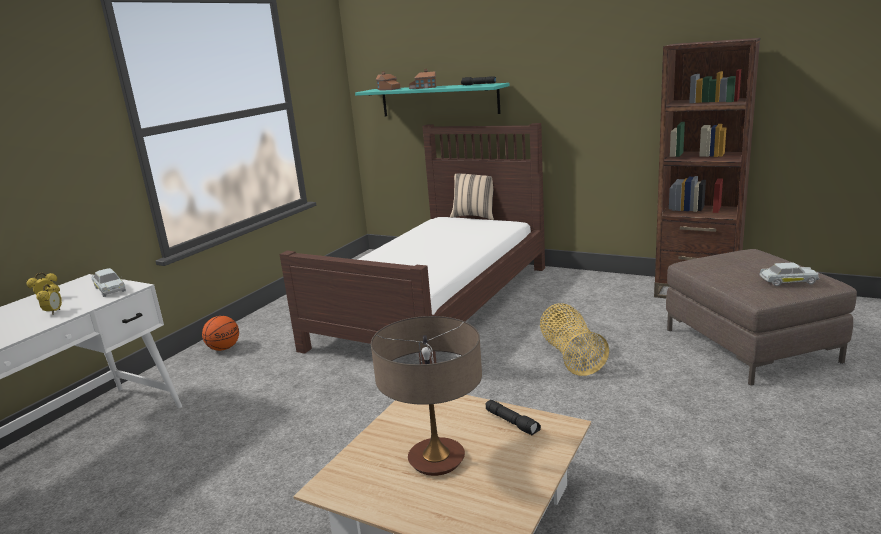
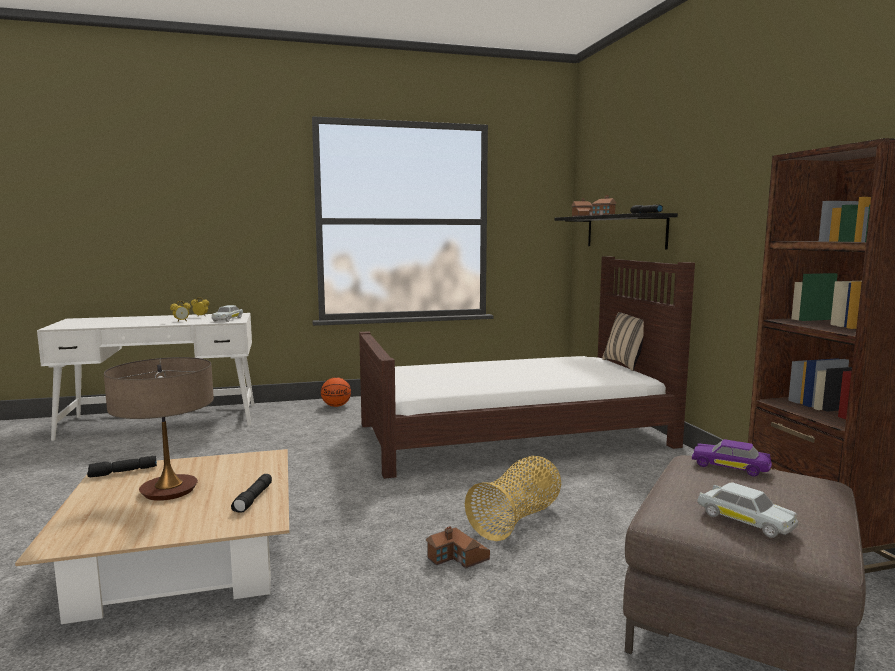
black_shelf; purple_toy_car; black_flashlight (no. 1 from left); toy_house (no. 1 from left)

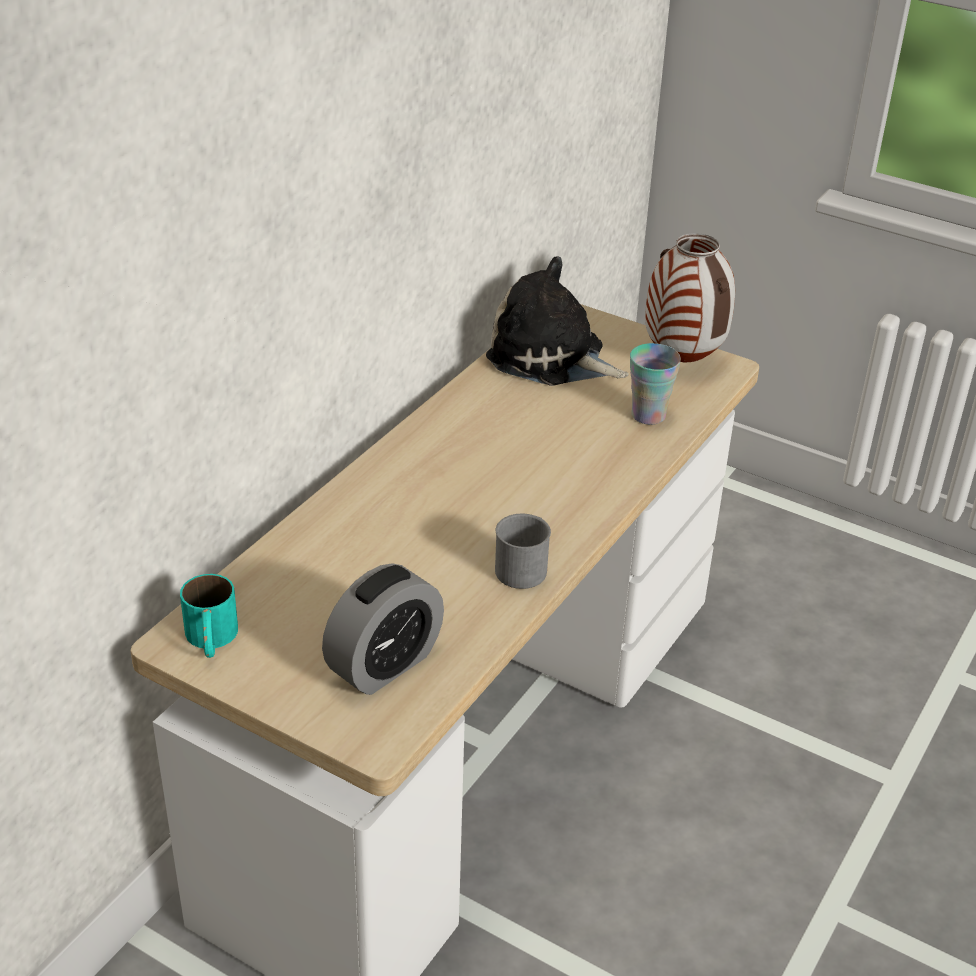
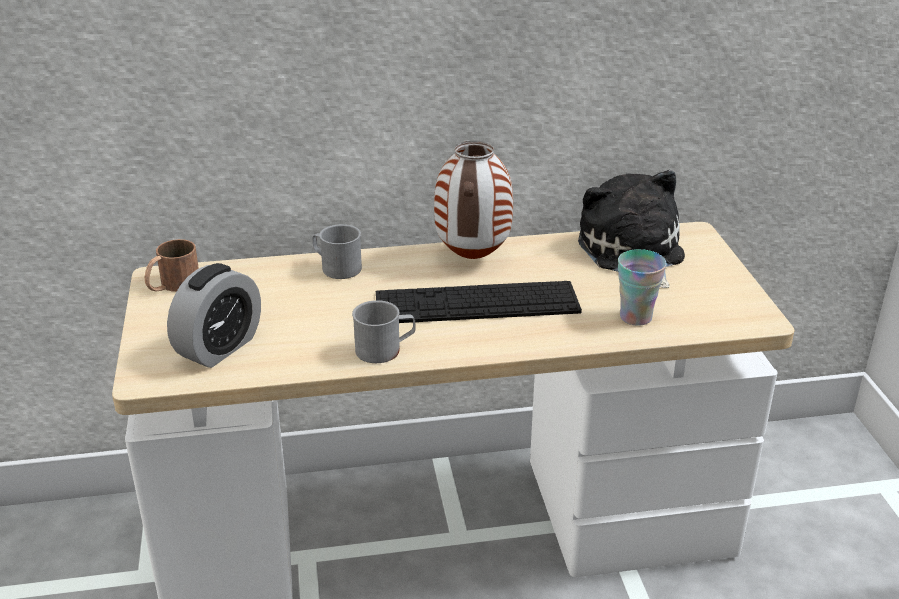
vase; alarm_clock; brown_mug; grey_mug (no. 1 from left); keyboard

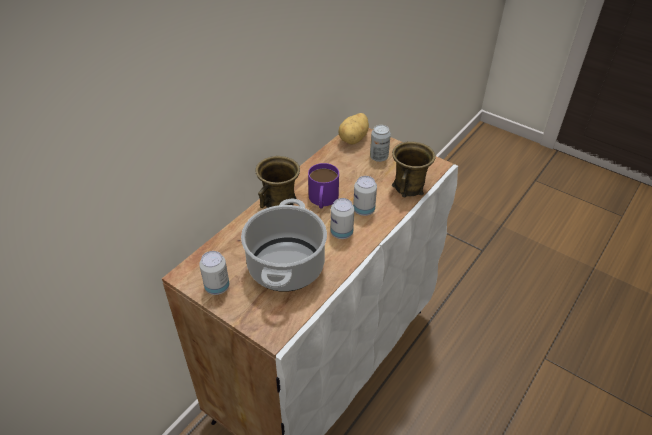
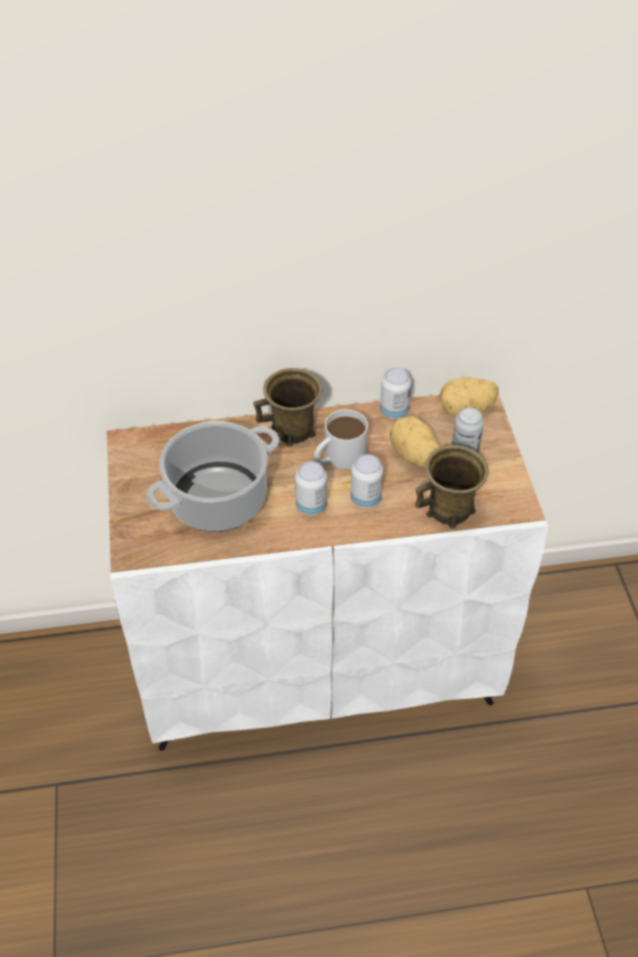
white_mug; can (no. 3 from left); potato (no. 1 from left)

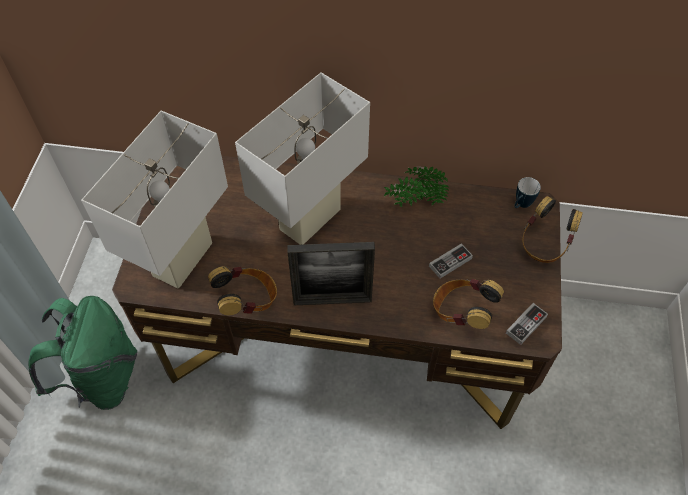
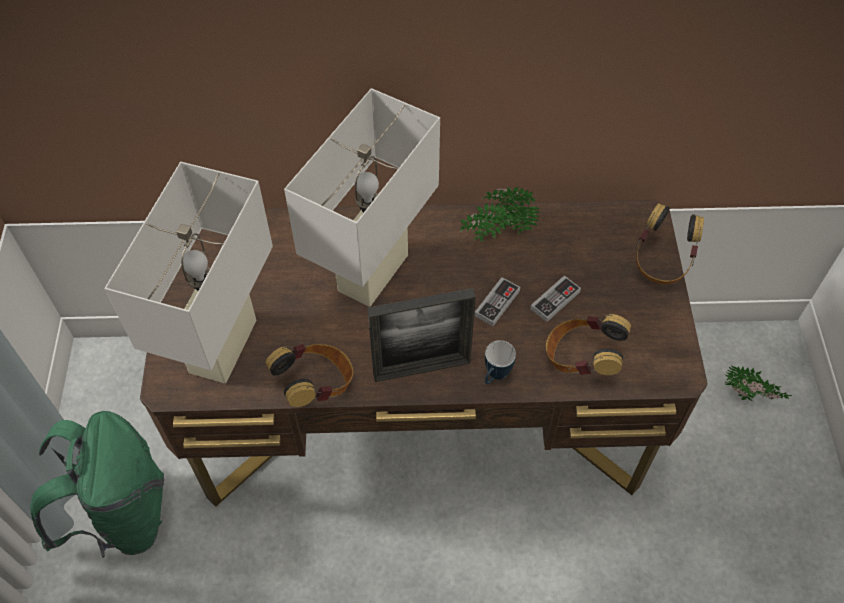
mug; game_controller (no. 1 from left); potted_plant (no. 2 from left)

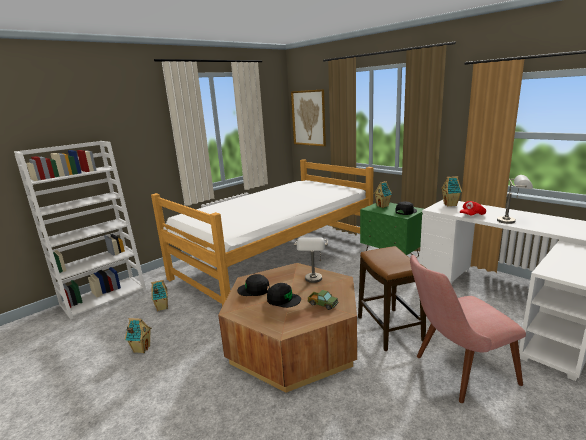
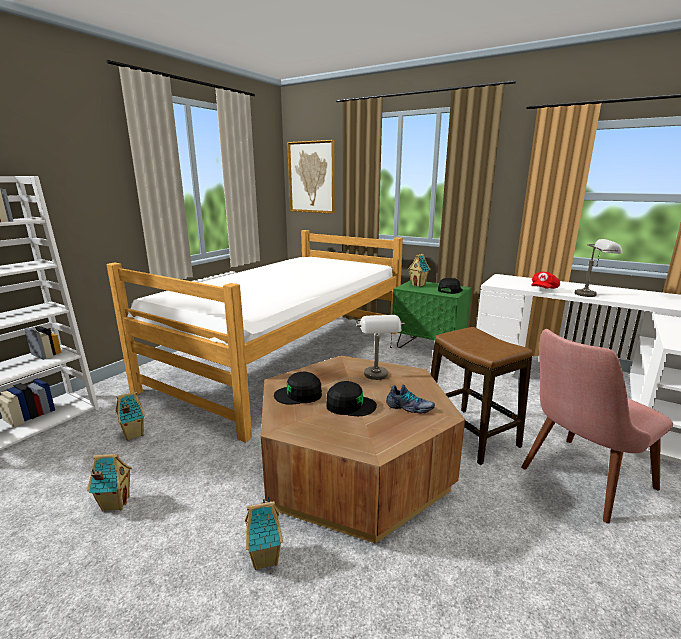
toy_house (no. 3 from left); shoe

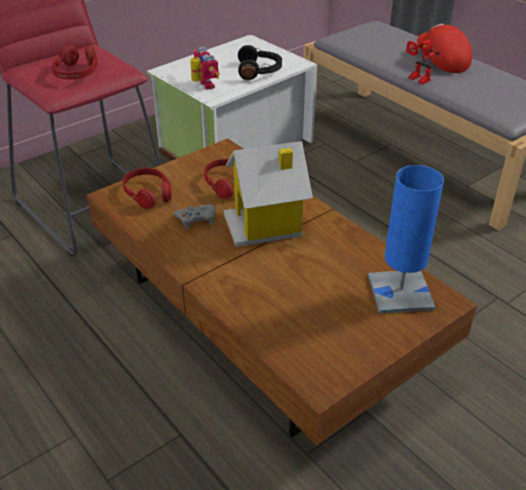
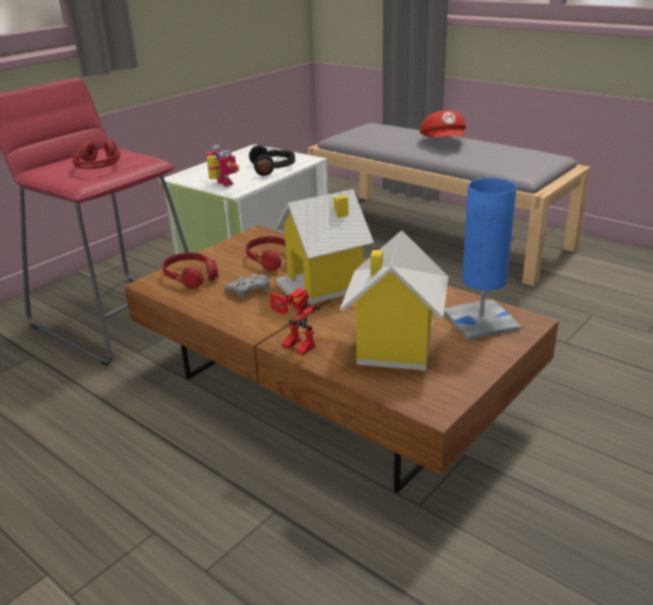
red_cap; toy_robot (no. 2 from left); toy_house (no. 2 from left)

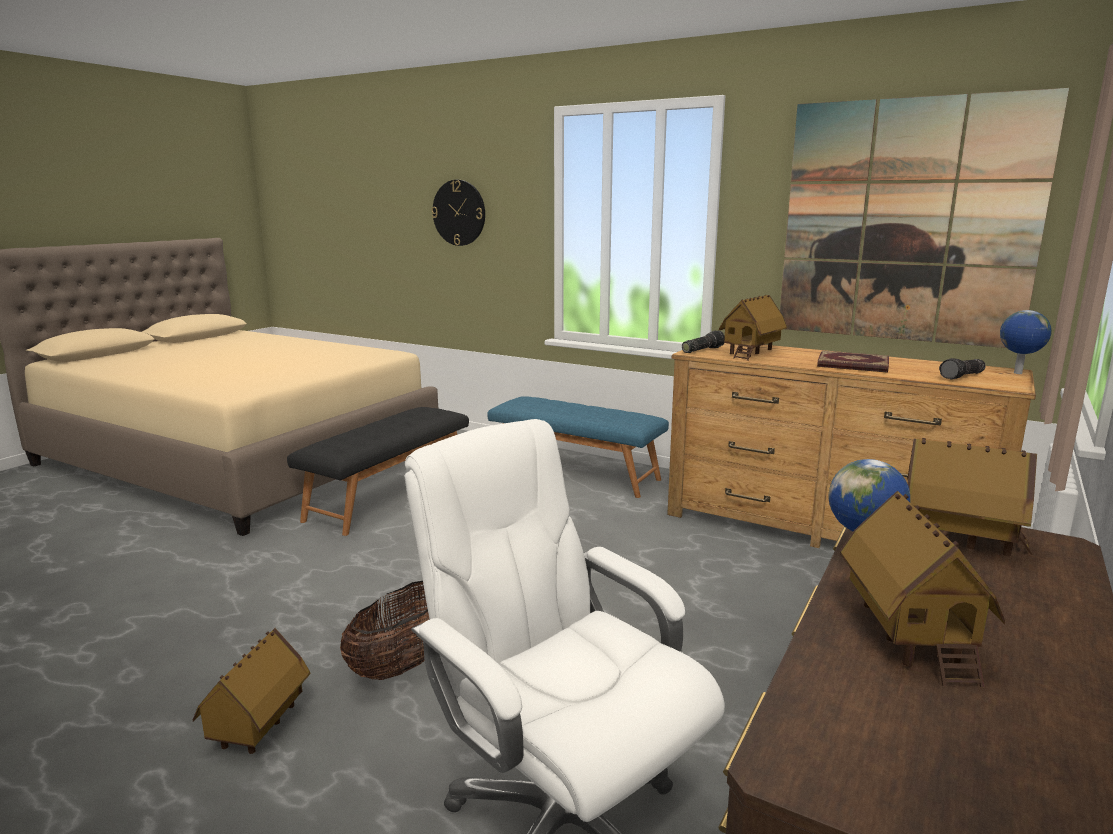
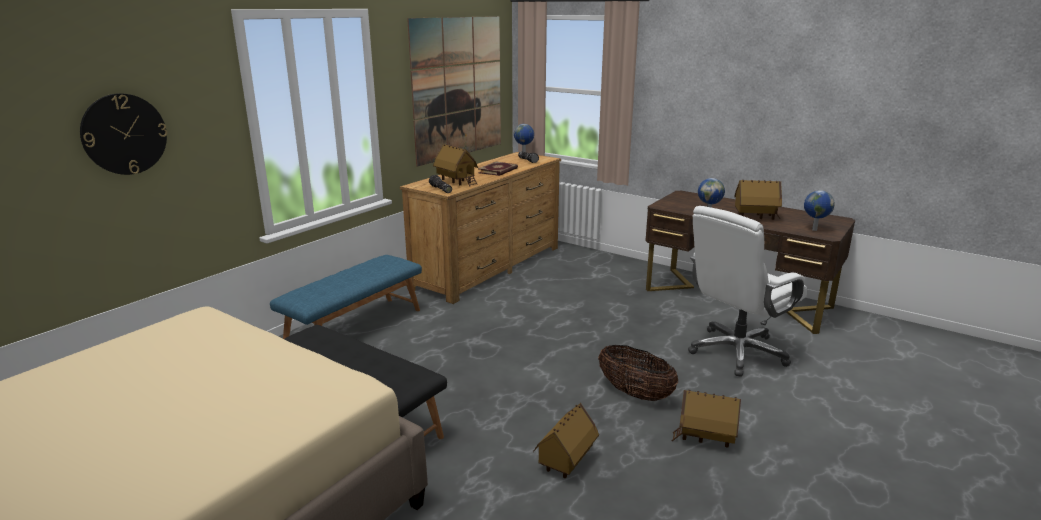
toy_house (no. 2 from left); globe (no. 3 from left)

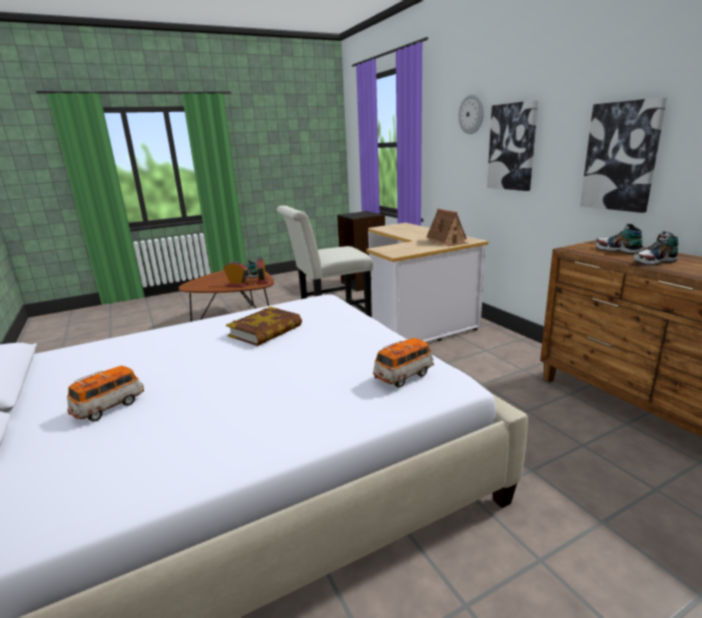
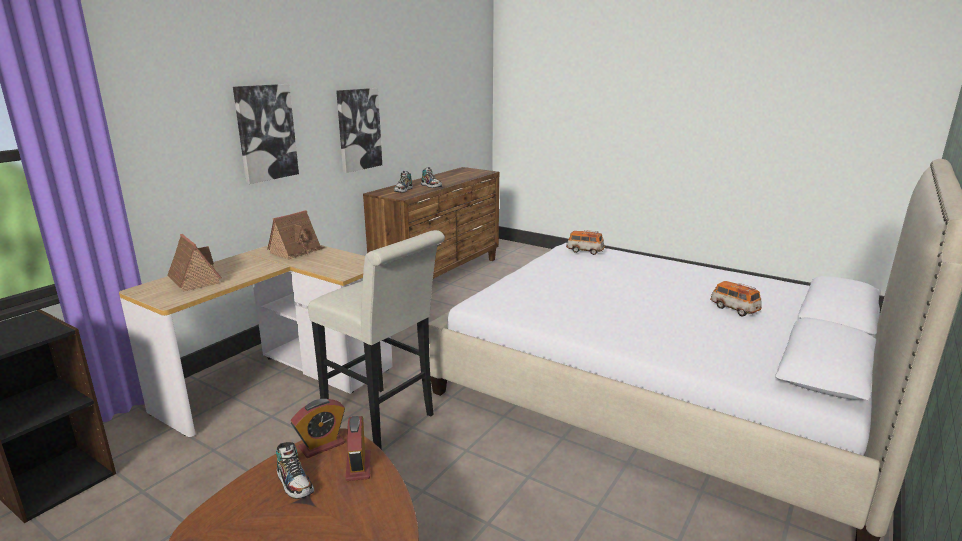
wall_clock; book; toy_car (no. 2 from left); toy_house (no. 1 from left)

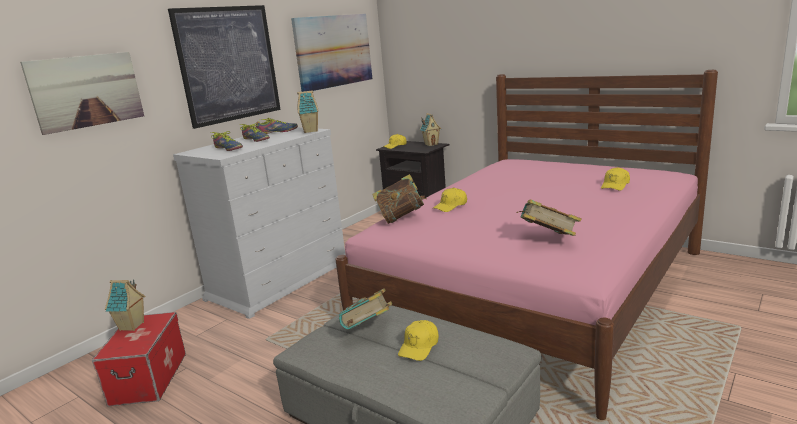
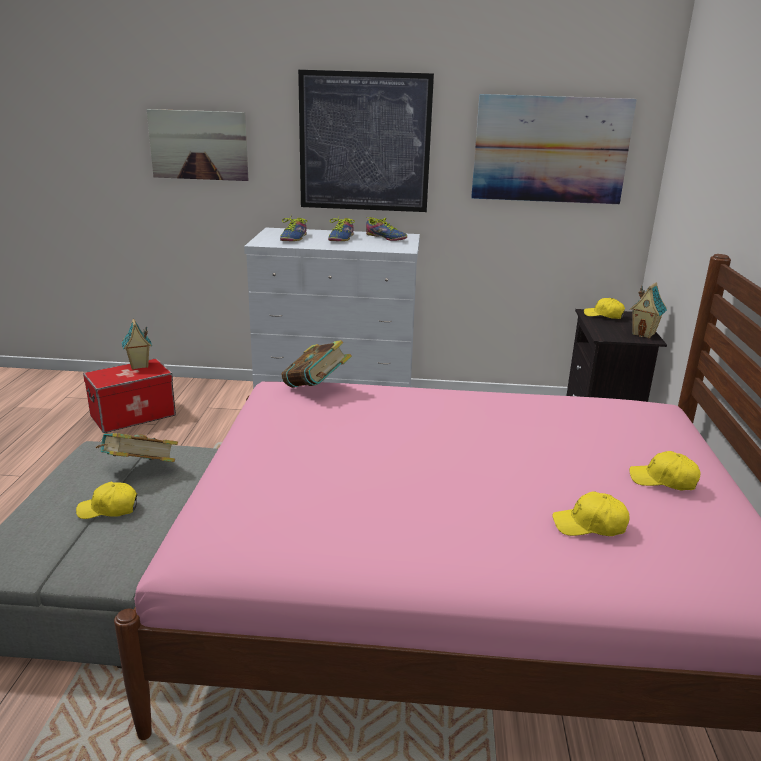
toy_house (no. 2 from left in the first image); yellow_cap (no. 4 from left); book (no. 3 from left in the first image)

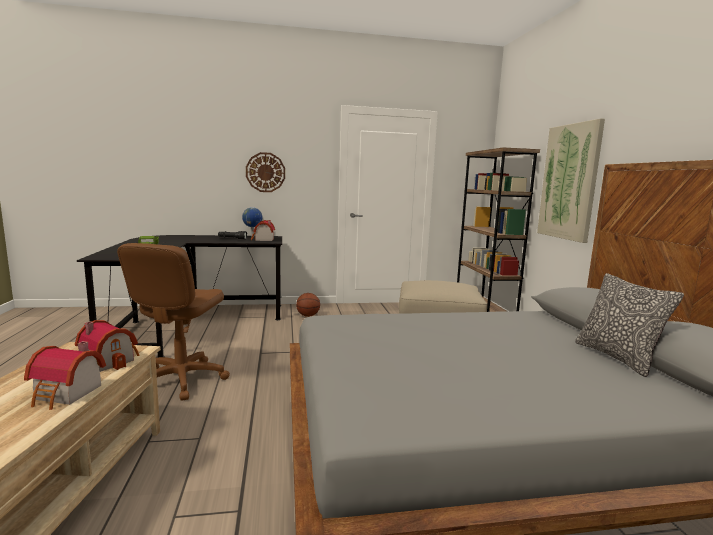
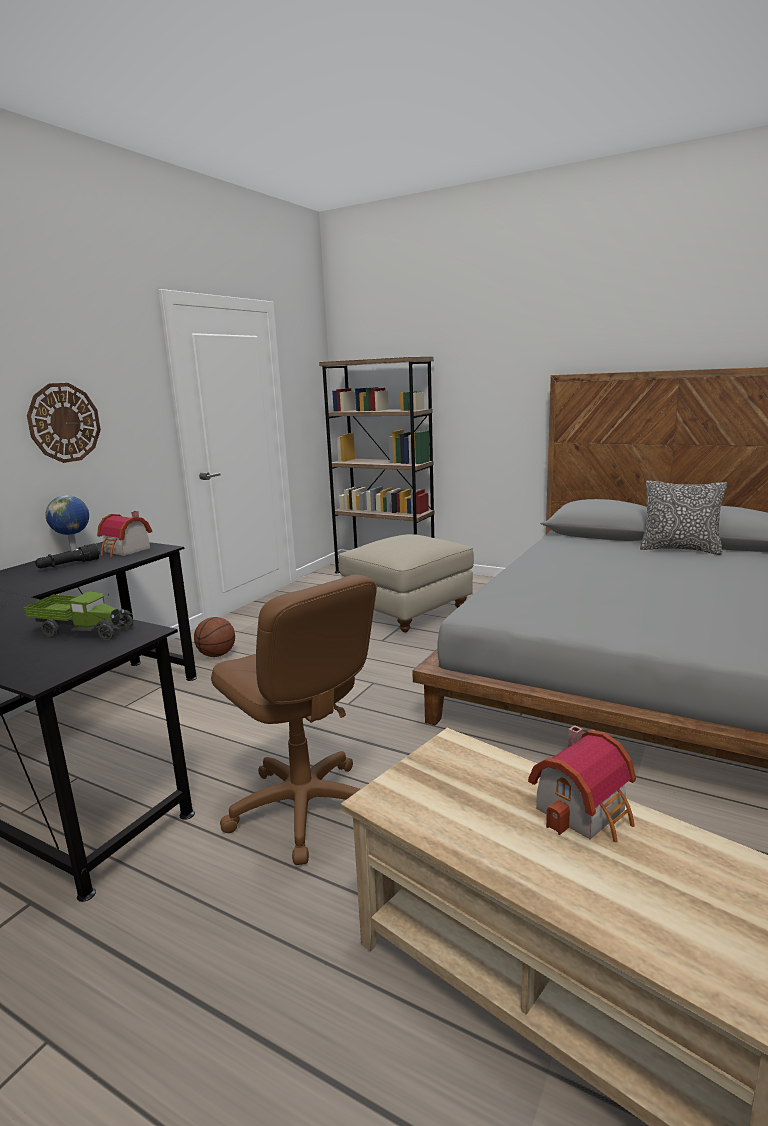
picture; toy_house (no. 2 from left in the first image)

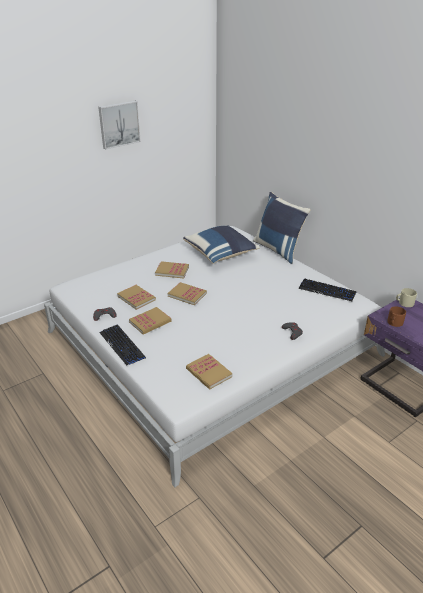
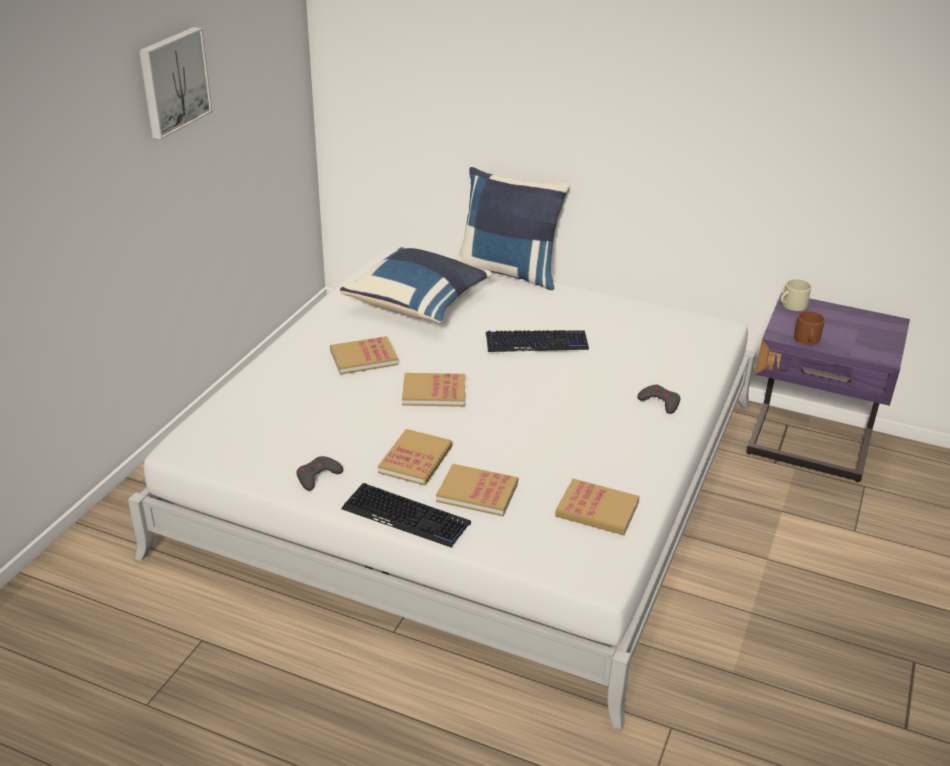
keyboard (no. 2 from left); book (no. 4 from left)

